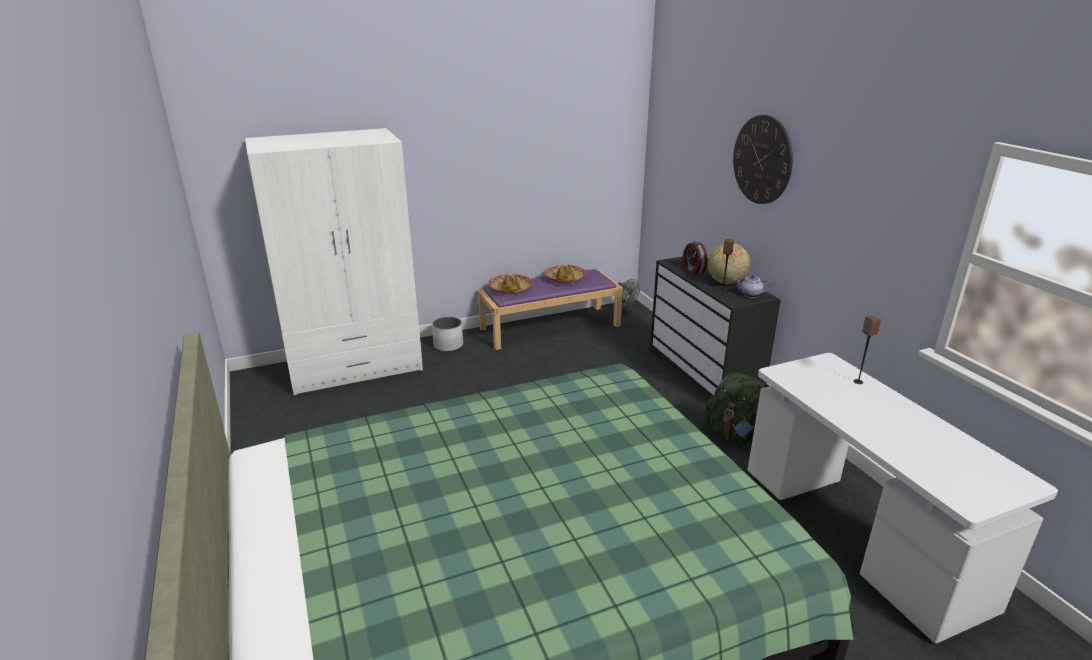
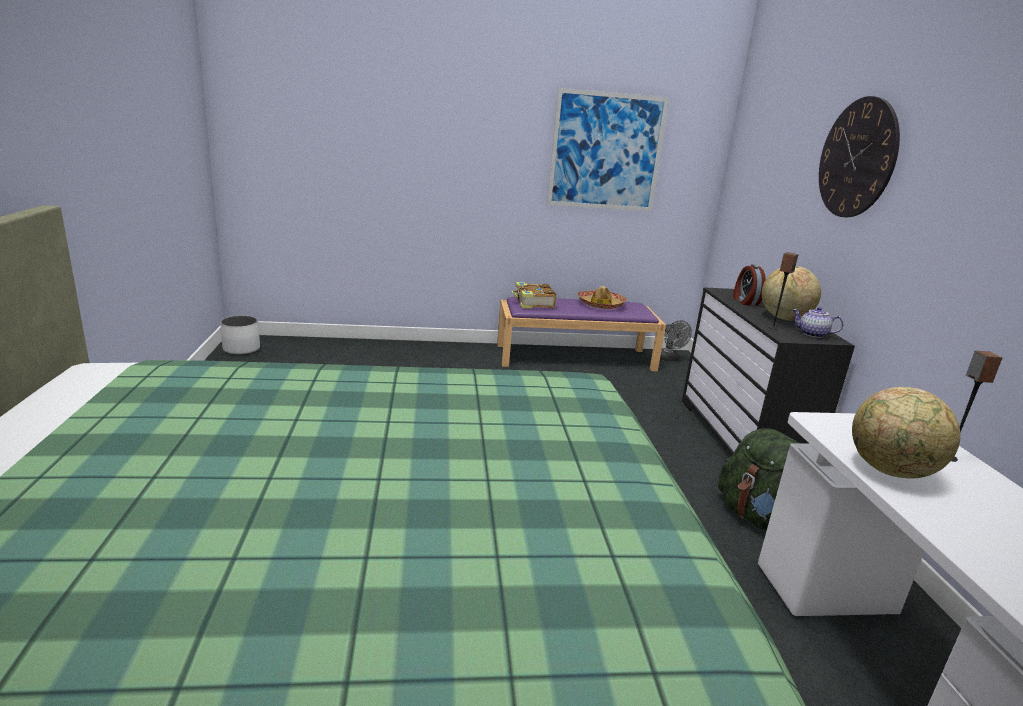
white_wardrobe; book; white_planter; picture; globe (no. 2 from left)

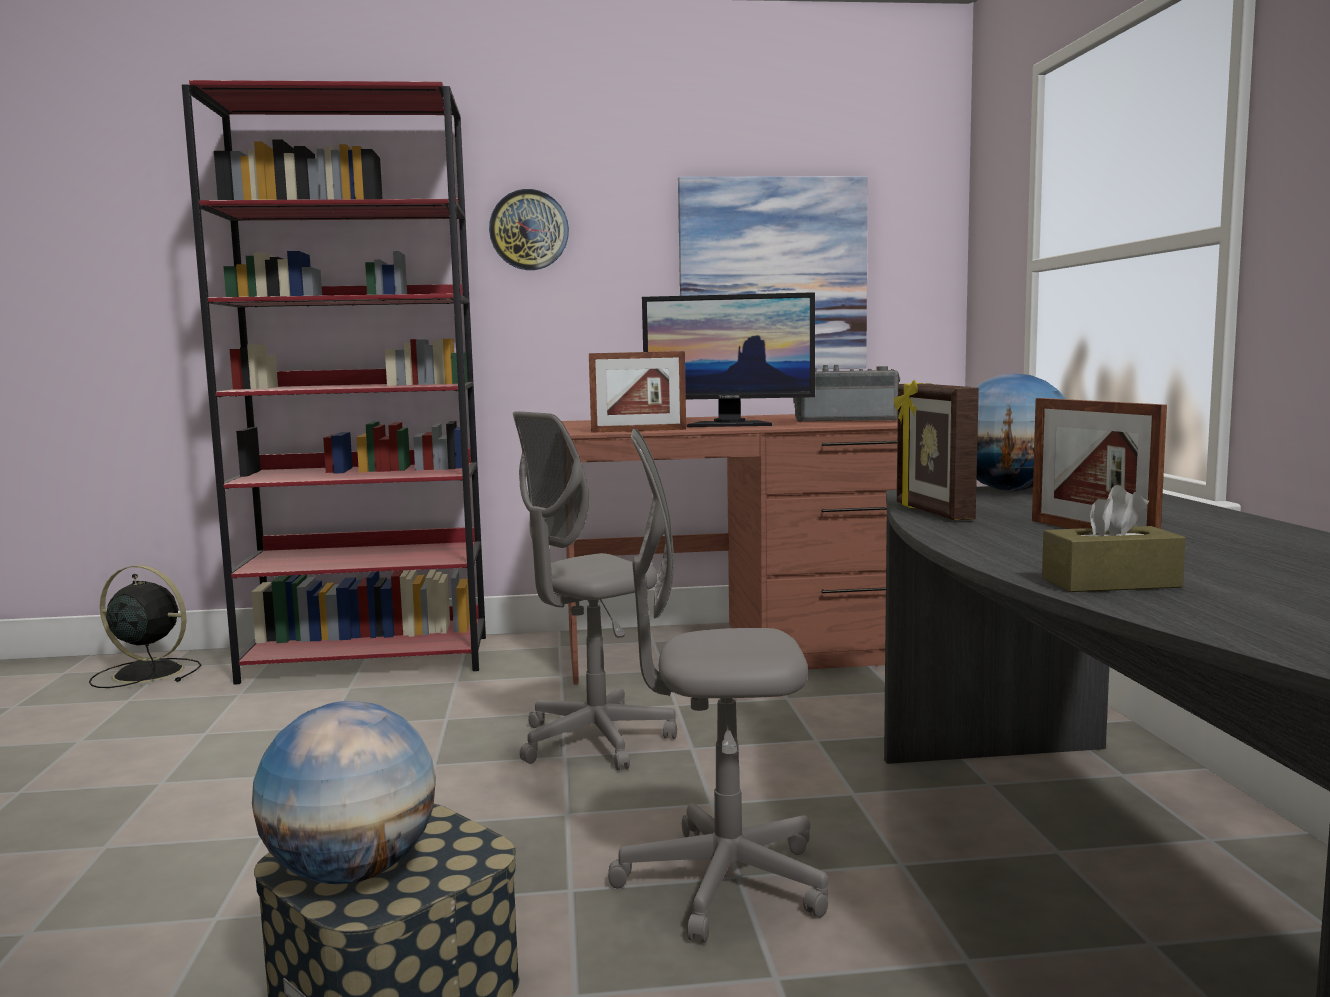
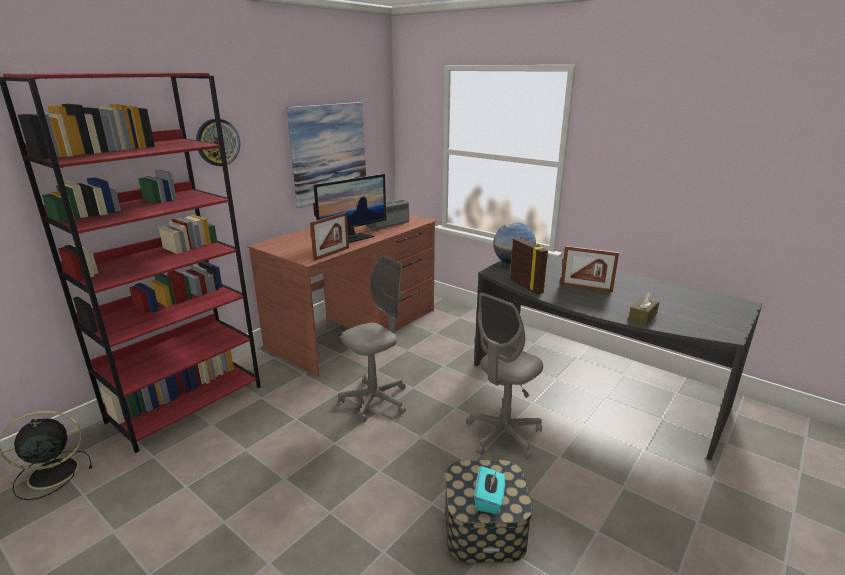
picture_frame (no. 2 from left); grey_office_chair (no. 1 from left); turquoise_tissue_box

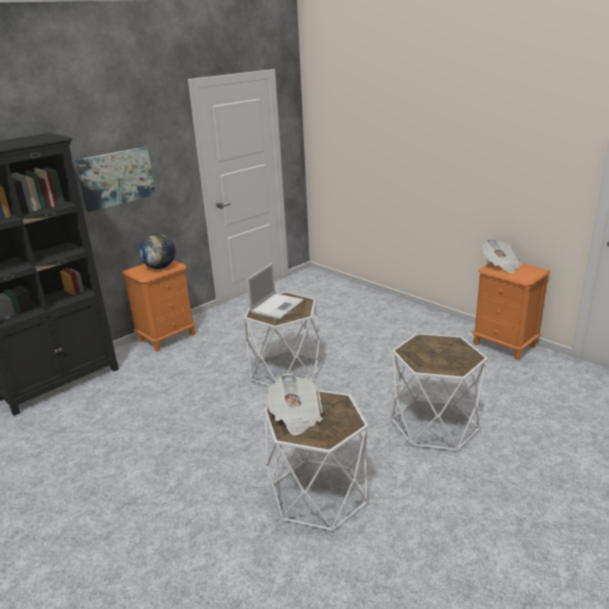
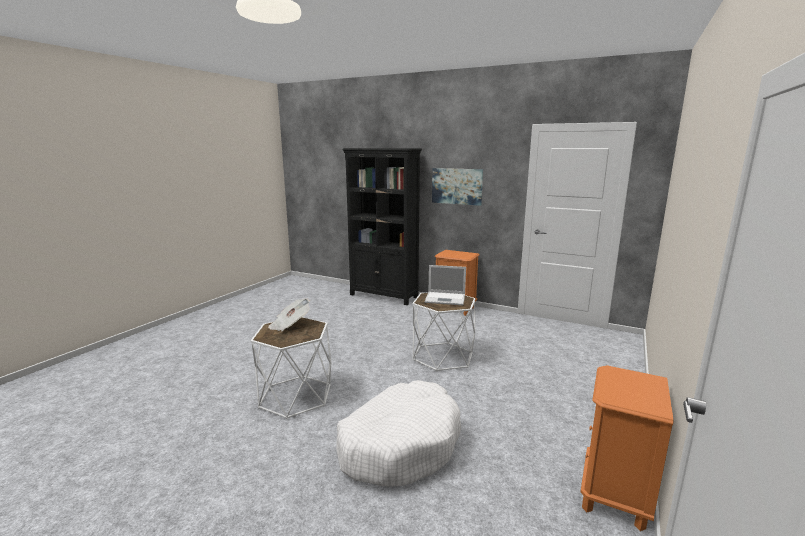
globe; newspaper (no. 2 from left in the first image); white_dog_bed

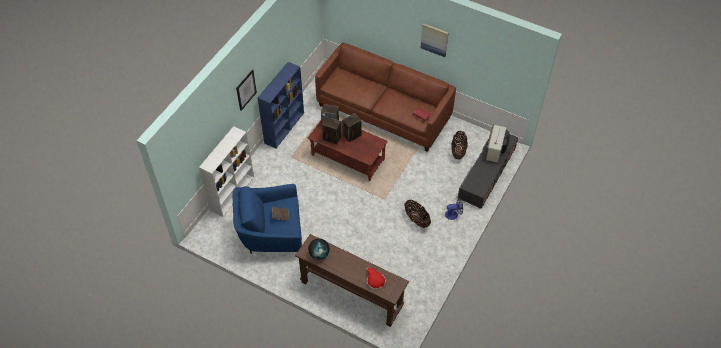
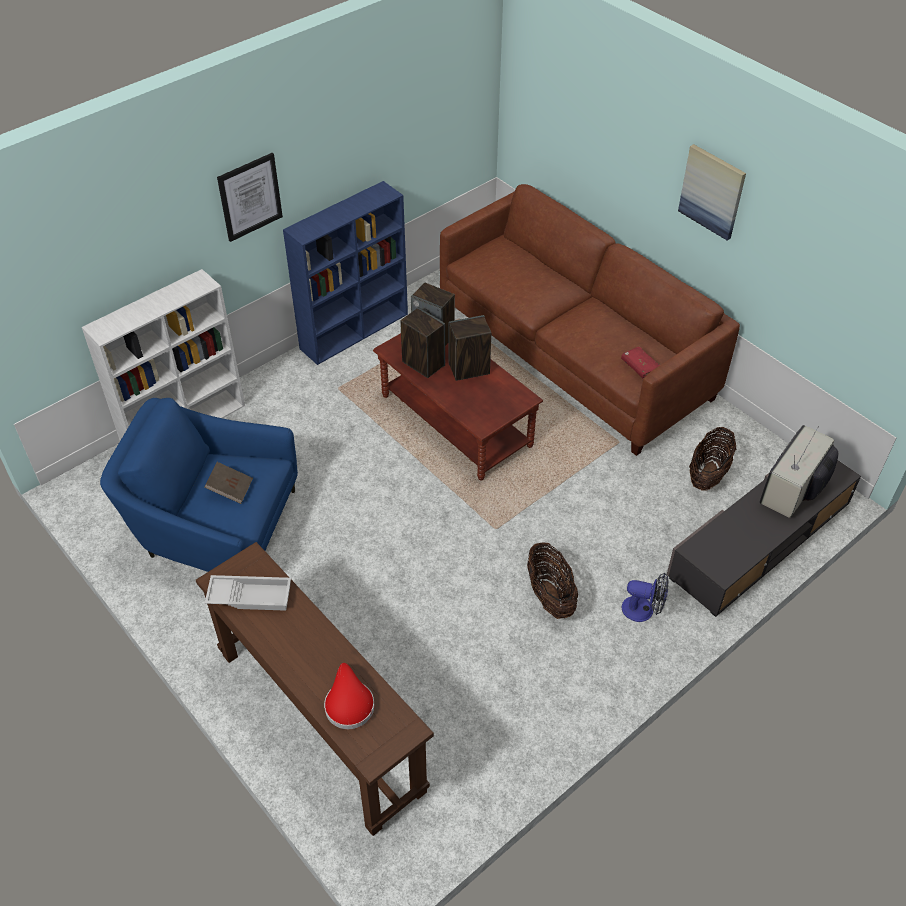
white_tray

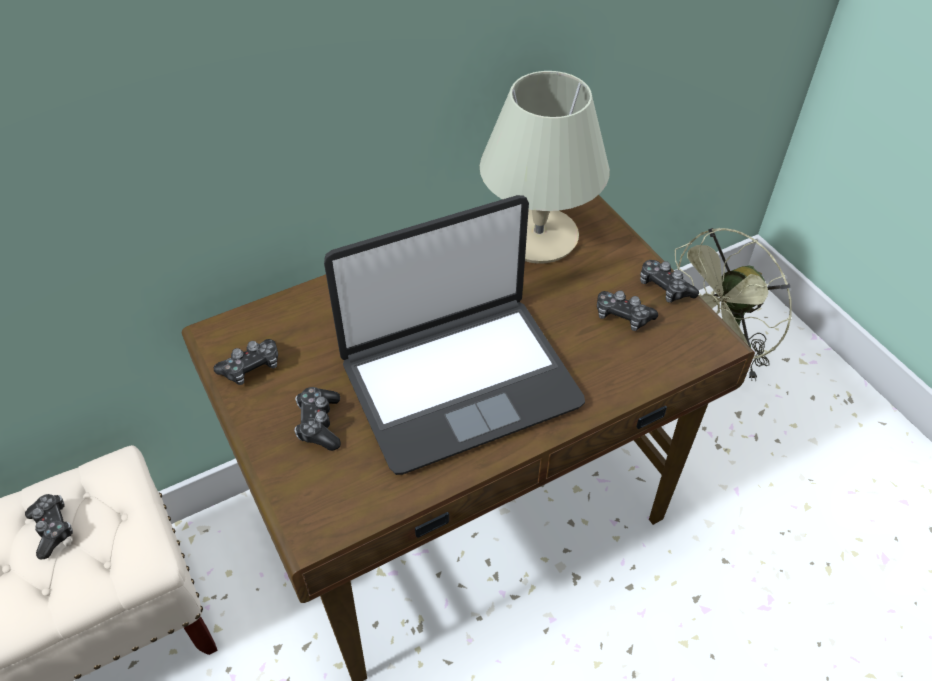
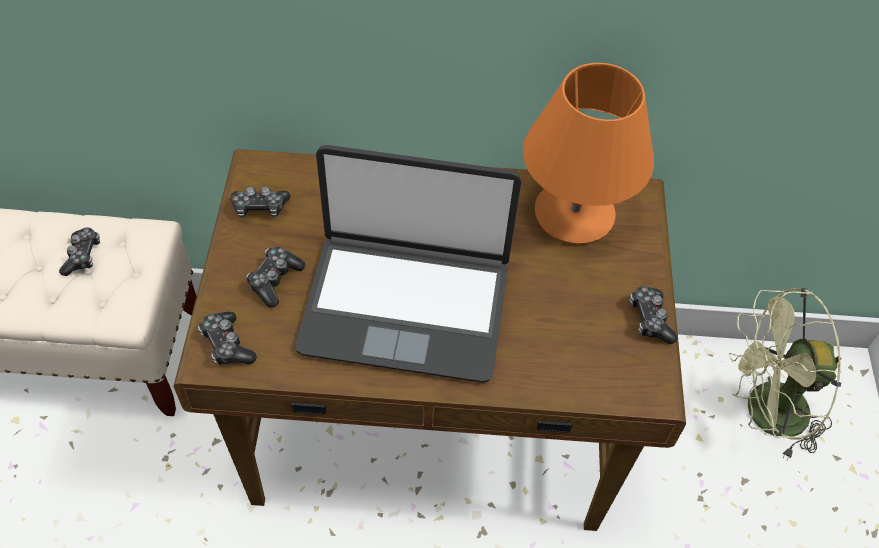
orange_table_lamp; game_controller (no. 2 from left)

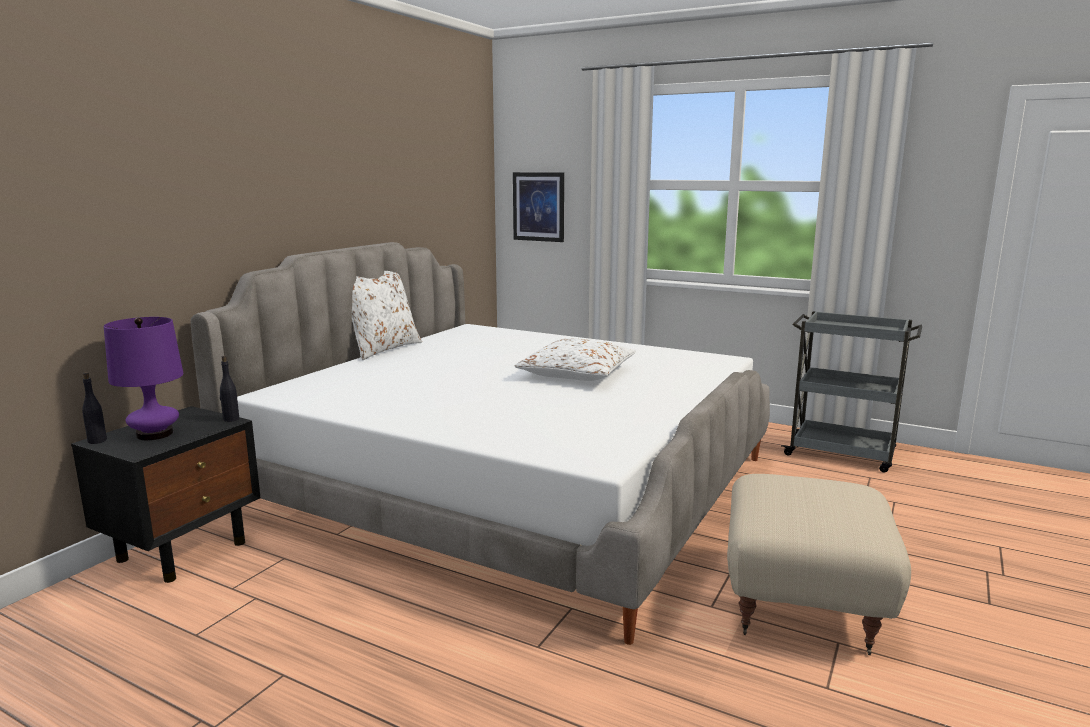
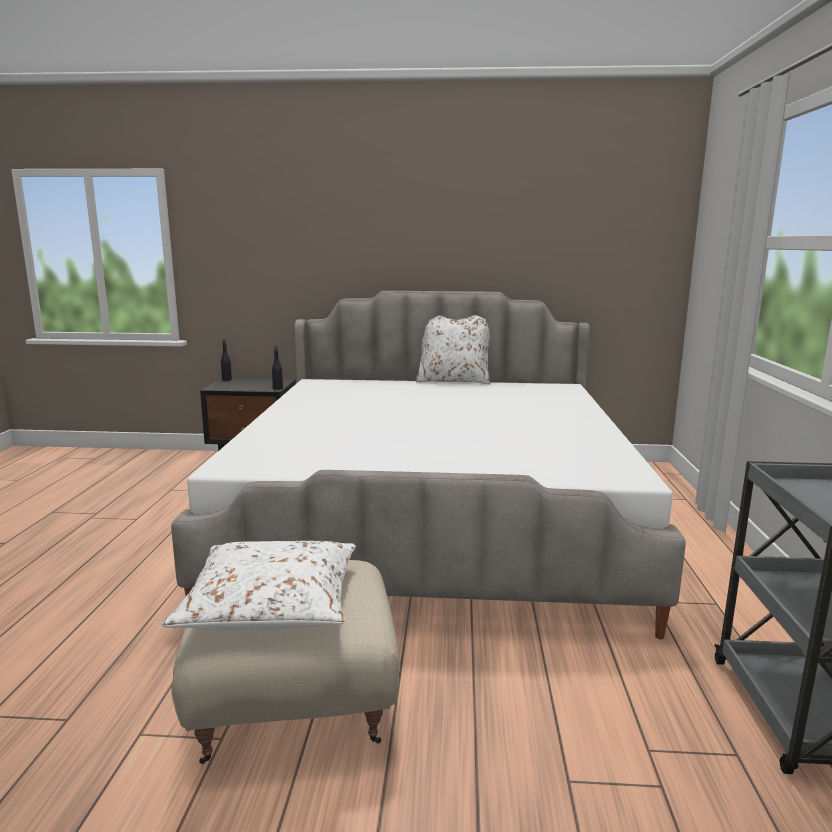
picture; purple_table_lamp; white_pillow (no. 1 from left)

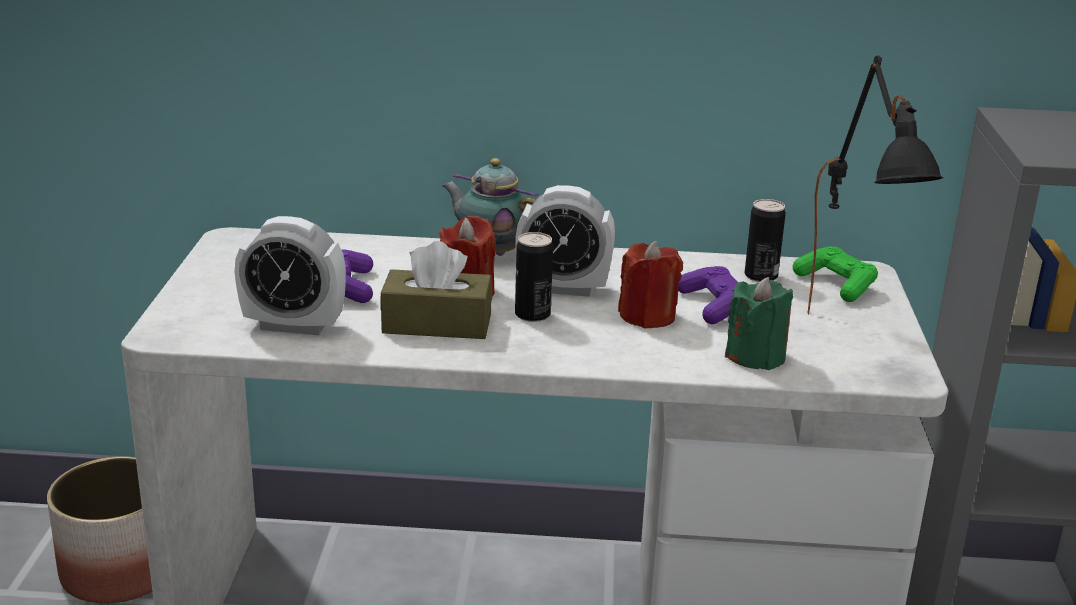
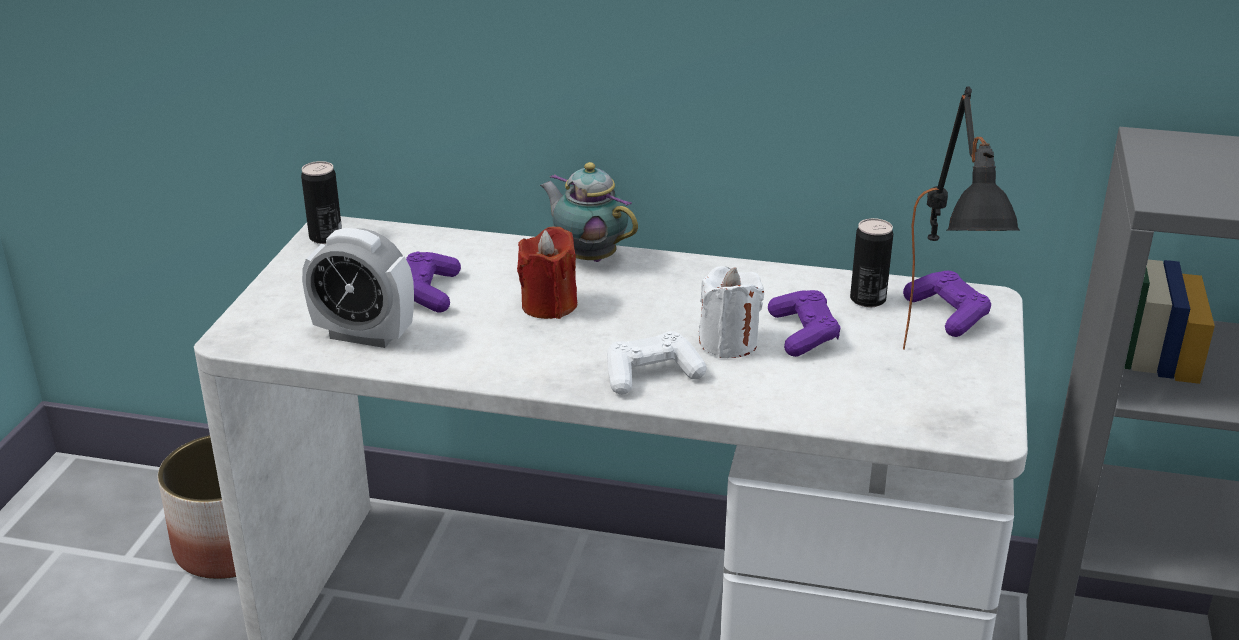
alarm_clock (no. 2 from left in the first image); can (no. 1 from left); brown_tissue_box; white_candle; purple_game_controller (no. 3 from left); green_candle; white_game_controller

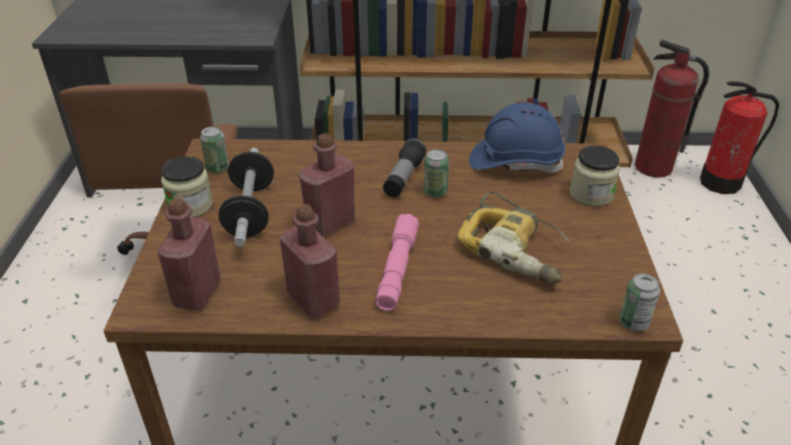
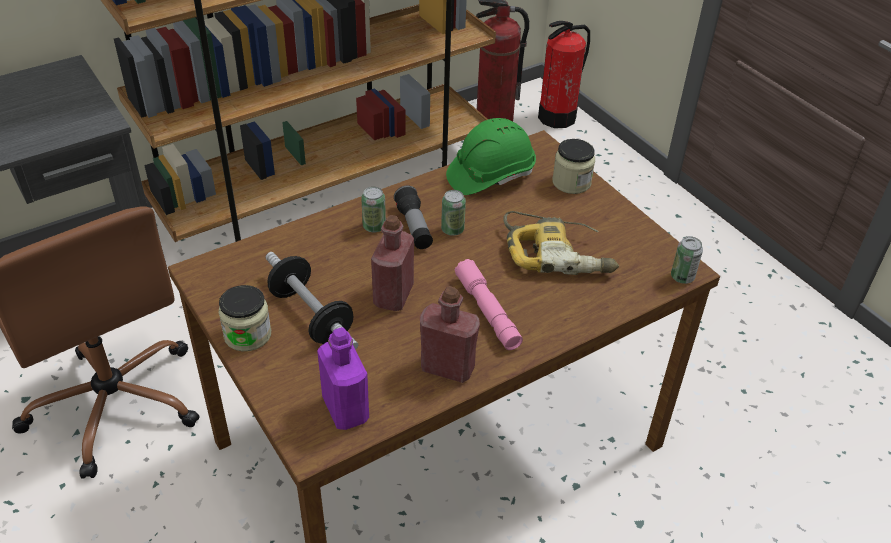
green_hard_hat; can (no. 1 from left); purple_bottle

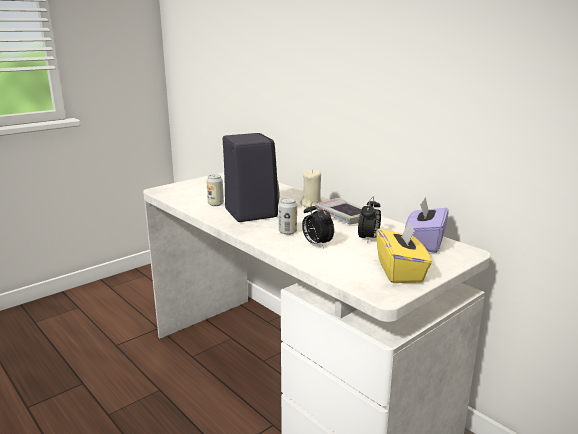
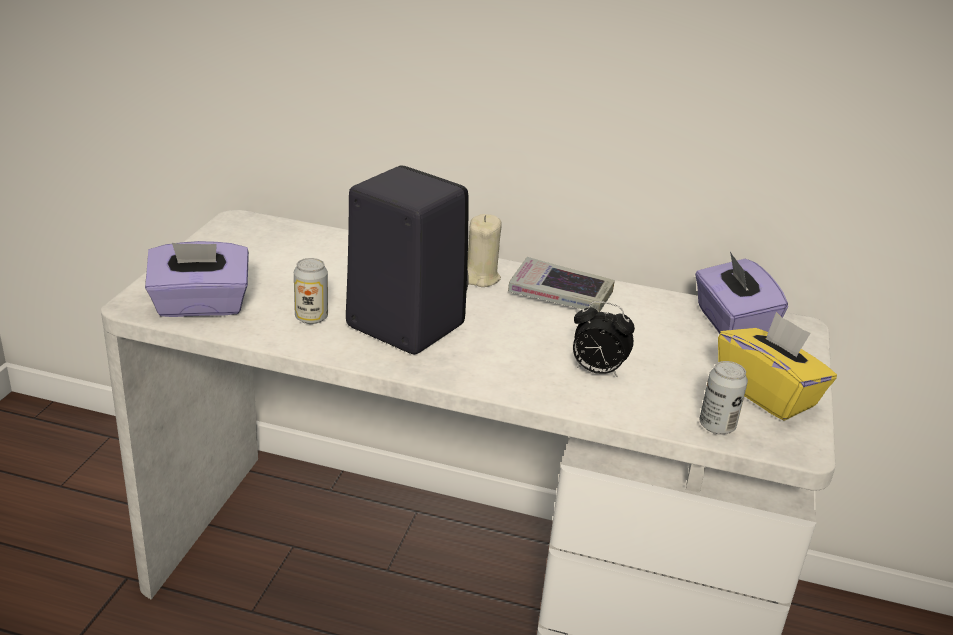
alarm_clock (no. 2 from left in the first image); can (no. 2 from left); purple_tissue_box (no. 1 from left)

